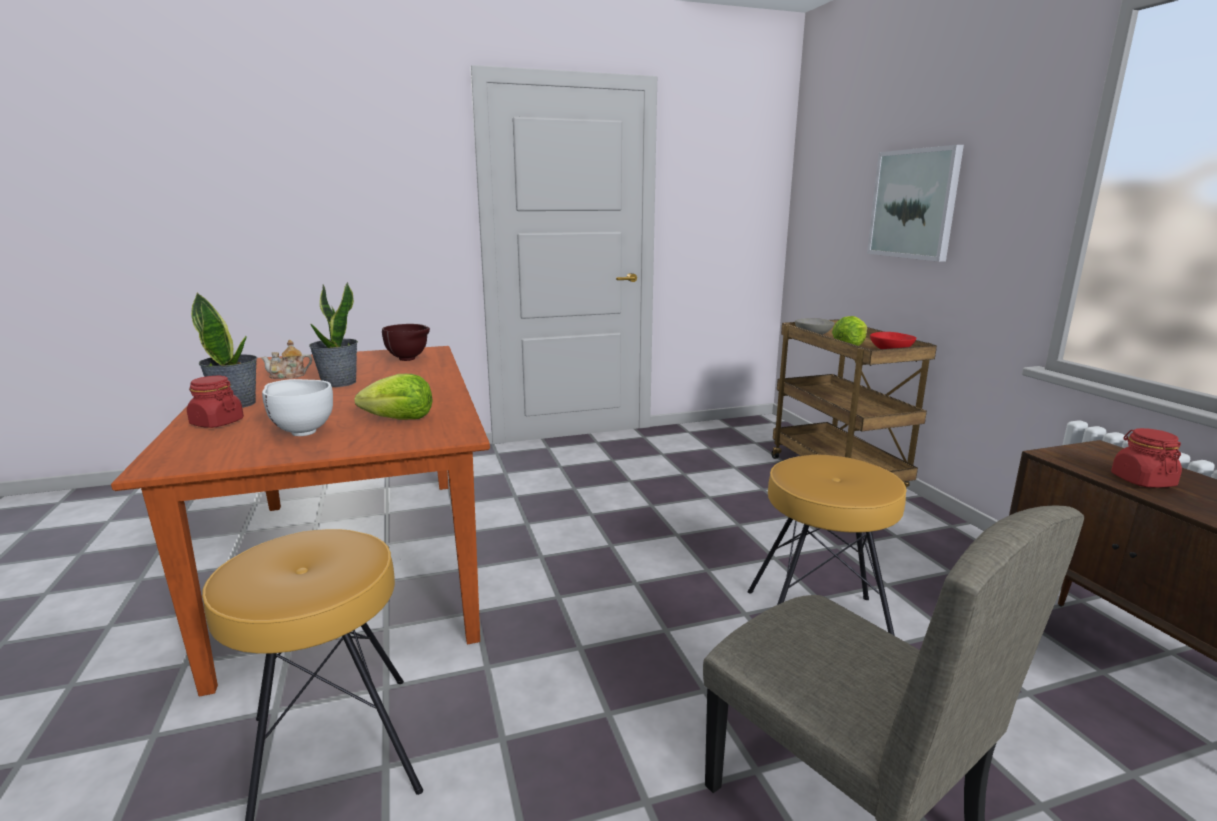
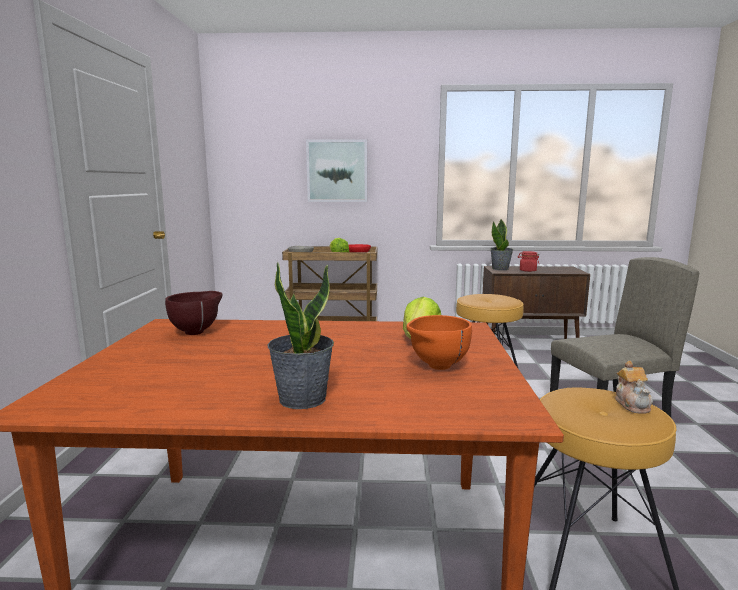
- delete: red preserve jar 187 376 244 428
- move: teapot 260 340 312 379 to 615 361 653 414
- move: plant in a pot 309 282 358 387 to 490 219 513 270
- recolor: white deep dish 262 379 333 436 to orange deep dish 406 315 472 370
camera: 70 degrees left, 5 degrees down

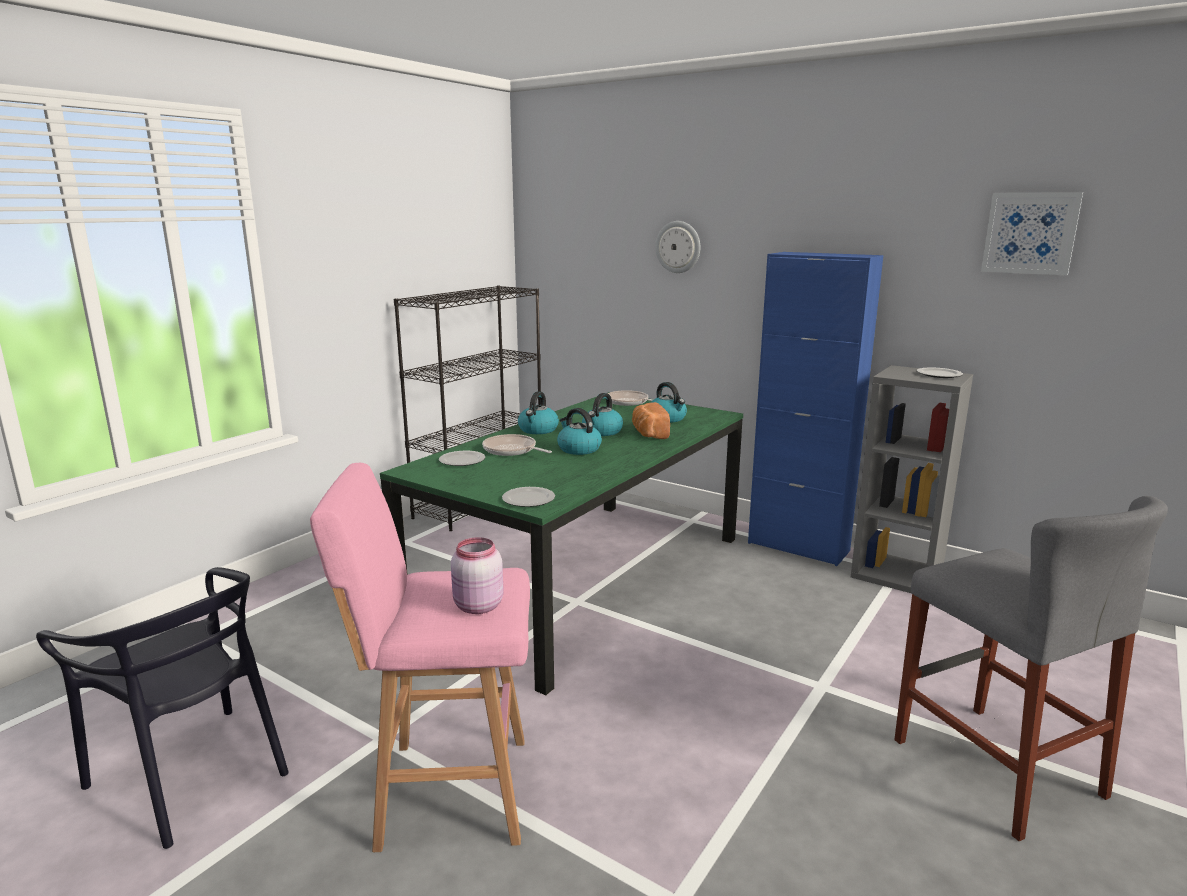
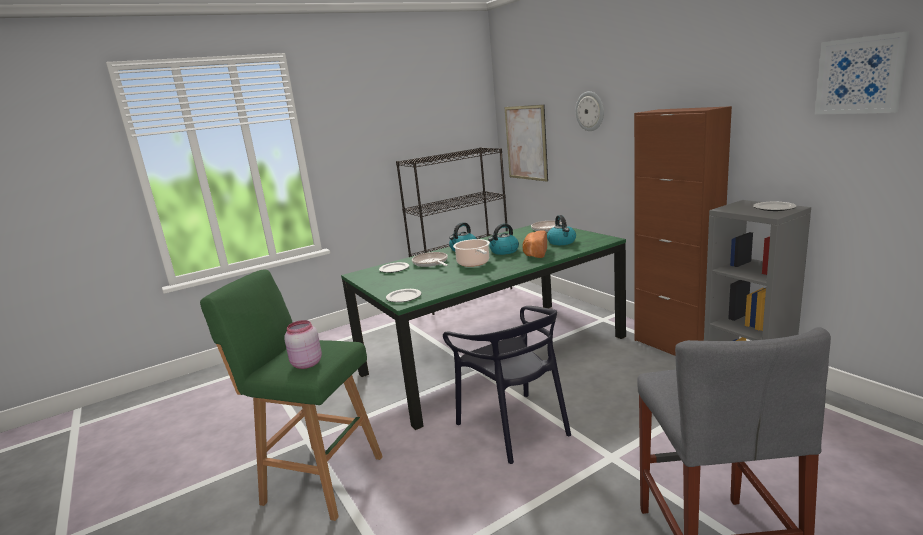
- insert: wall picture 505 105 548 182
- move: black chair 36 567 289 849 to 443 306 571 464
- replace: kettle 557 408 602 455 to stockpot 453 239 490 267
- recolor: pink sitting stool 310 463 530 852 to green sitting stool 200 270 383 521
- recolor: blue-coloured storage cabinet 748 252 884 566 to brown-coloured storage cabinet 634 106 732 356
camera: 25 degrees right, 0 degrees up

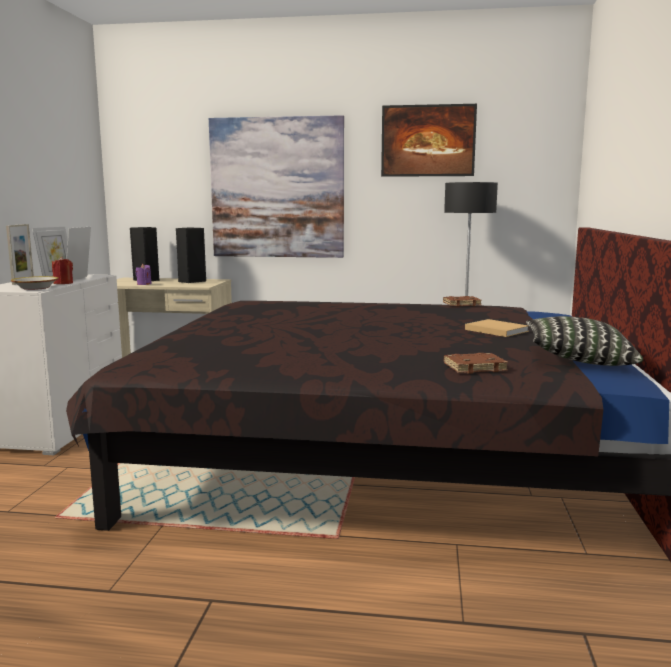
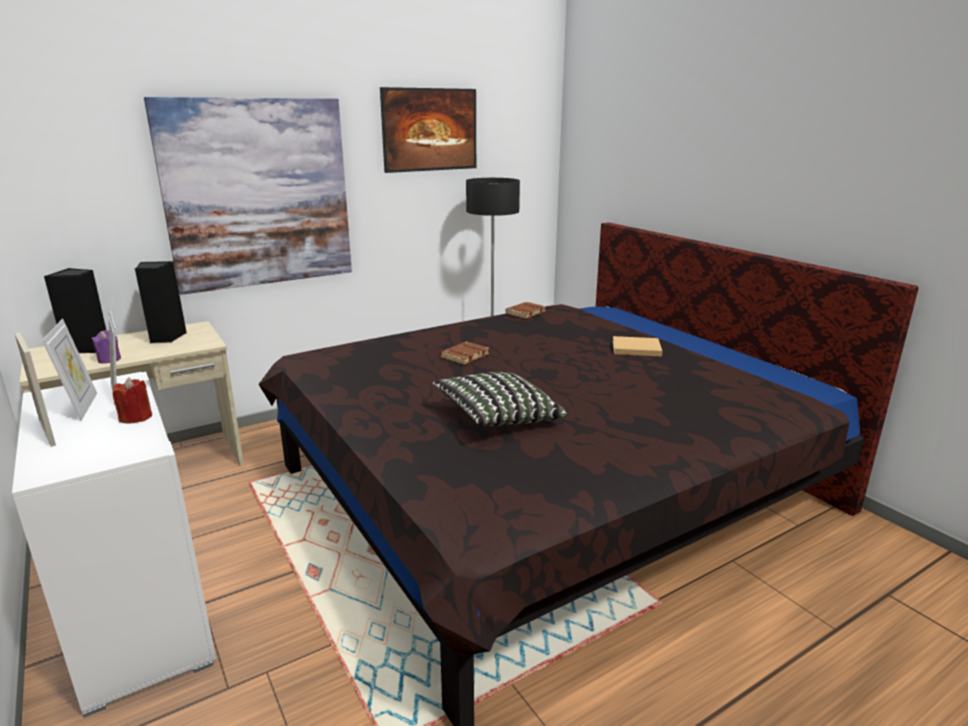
- delete: deep dish 11 276 59 290
- move: brown-coloured bound book 444 353 508 374 to 440 342 489 365
- move: pillow 526 316 643 366 to 433 372 567 426
camera: 40 degrees left, 10 degrees up

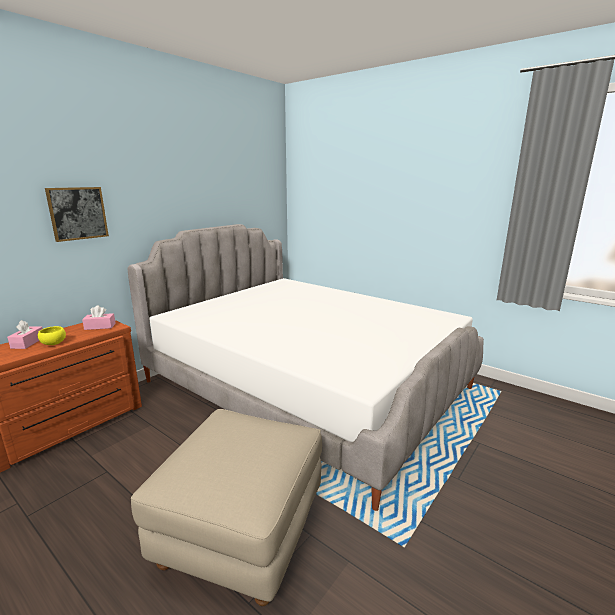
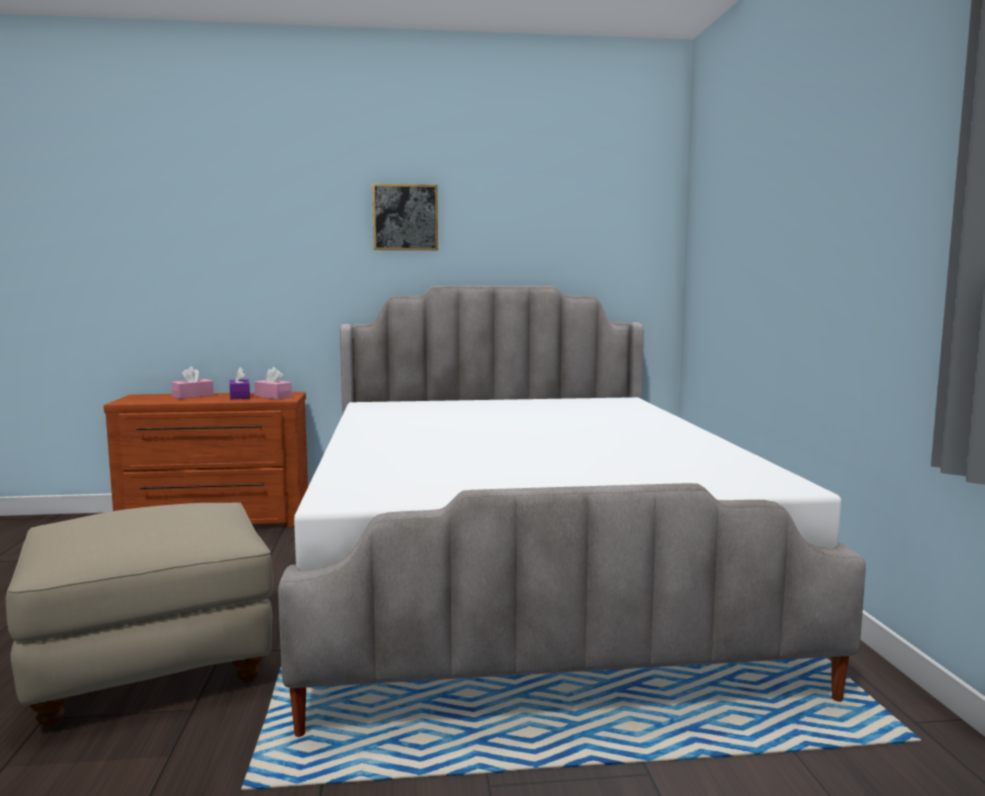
- delete: yellow-coloured deep dish 38 326 66 345
- insert: purplish tissue holder 230 367 250 399
- move: wall picture 45 187 109 242 to 372 184 438 250
camera: 45 degrees right, 10 degrees down

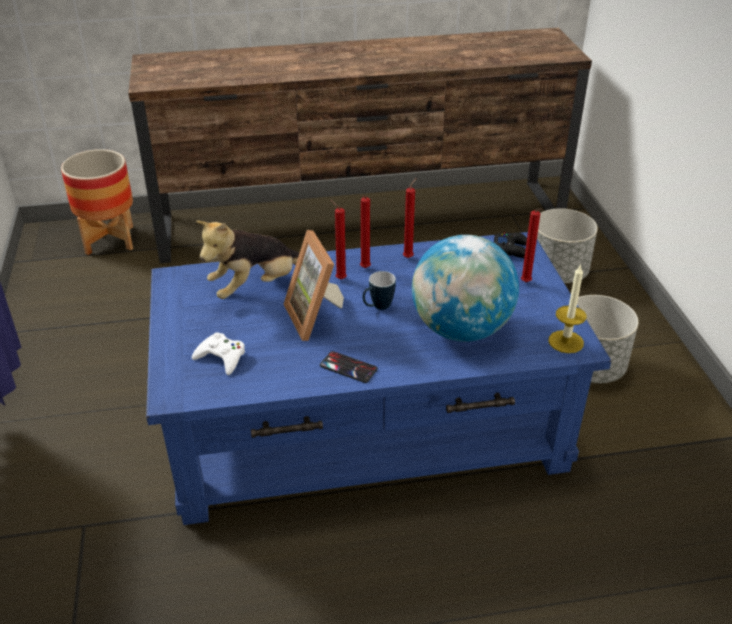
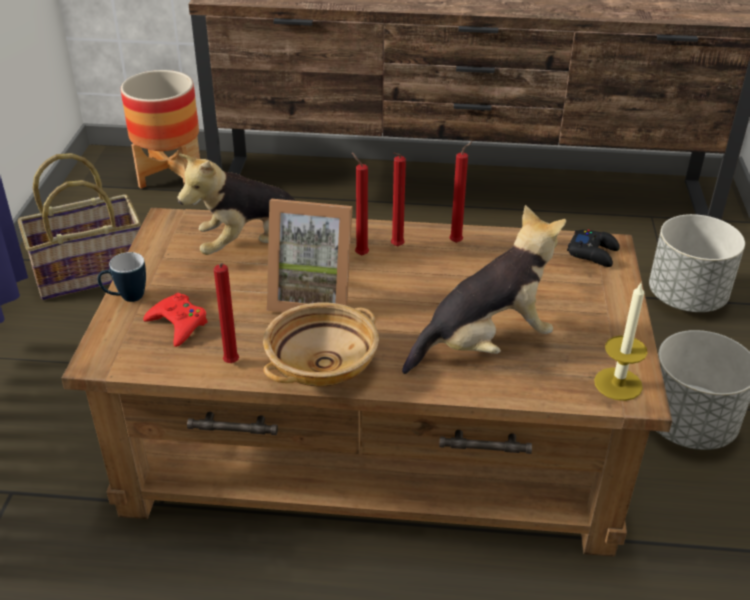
- insert: basket 18 153 141 300
- move: coffee mug 362 271 396 310 to 98 252 146 302
- move: red wax candle 521 209 543 282 to 214 263 239 363
- replace: telephone 320 351 378 383 to beige-coloured deep dish 263 302 379 386
- replace: globe 412 235 519 342 to cuddly toy 402 205 566 374
- recolor: blue-coloured low table 146 232 611 525 to brown-coloured low table 61 208 672 557
- recolor: white game controller 192 332 245 375 to red game controller 143 293 208 347
- rotate: photo frame 284 230 344 341 = 267 199 353 312 75 degrees counterclockwise
camera: 15 degrees right, 0 degrees up

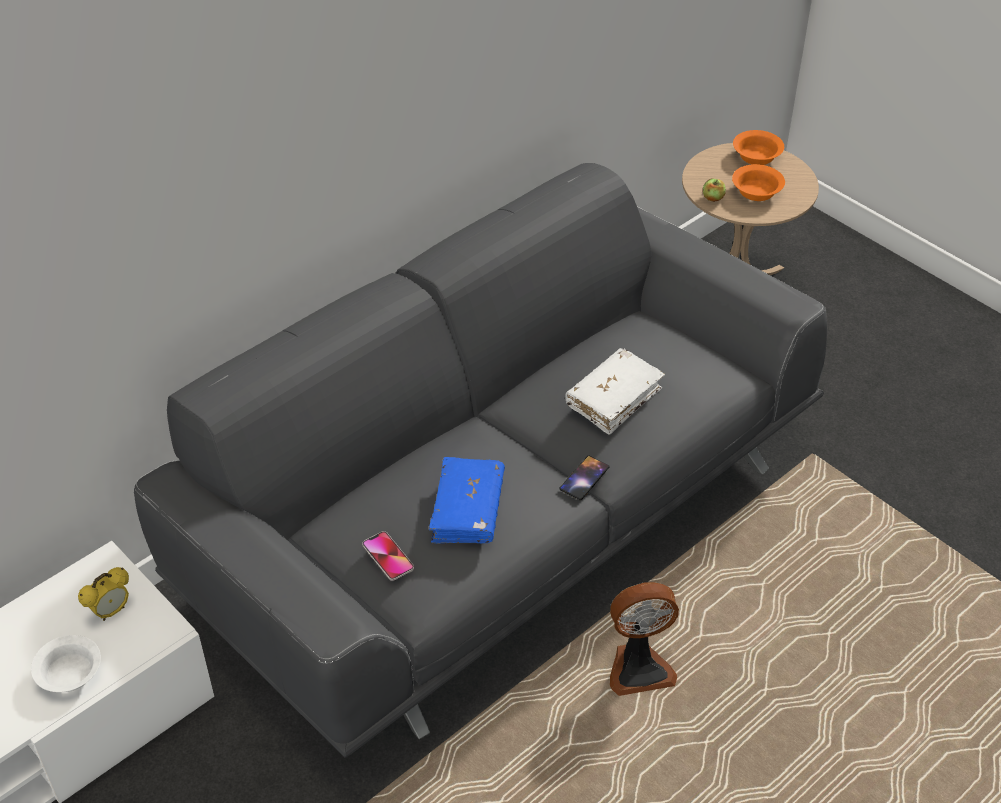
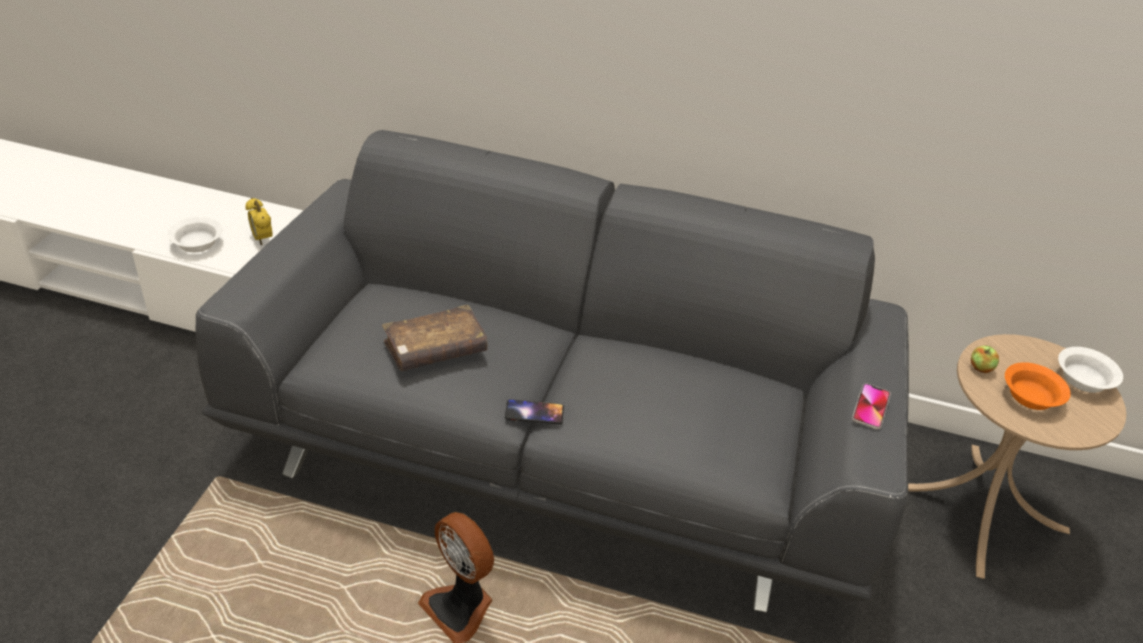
- delete: white bound book 565 348 665 435
- move: telephone 362 531 414 581 to 852 383 891 430
- recolor: blue-coloured bound book 429 457 505 544 to brown-coloured bound book 382 305 488 371
- recolor: orange deep dish 733 130 784 165 to white deep dish 1058 347 1123 393
- rotate: bedside clock 78 567 129 621 = 245 198 273 245 45 degrees clockwise
camera: 55 degrees right, 5 degrees down

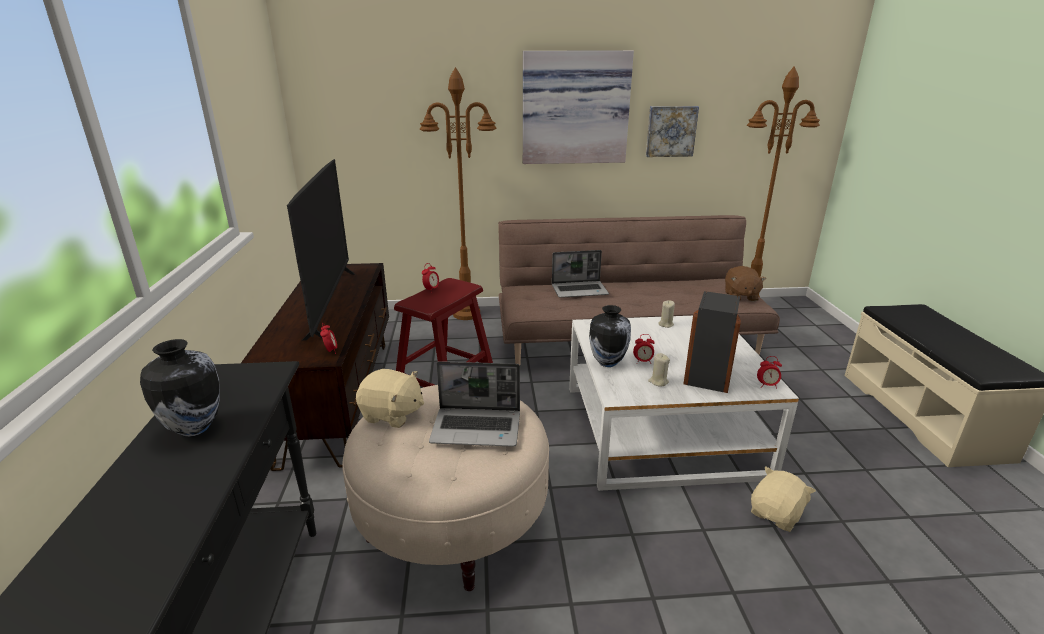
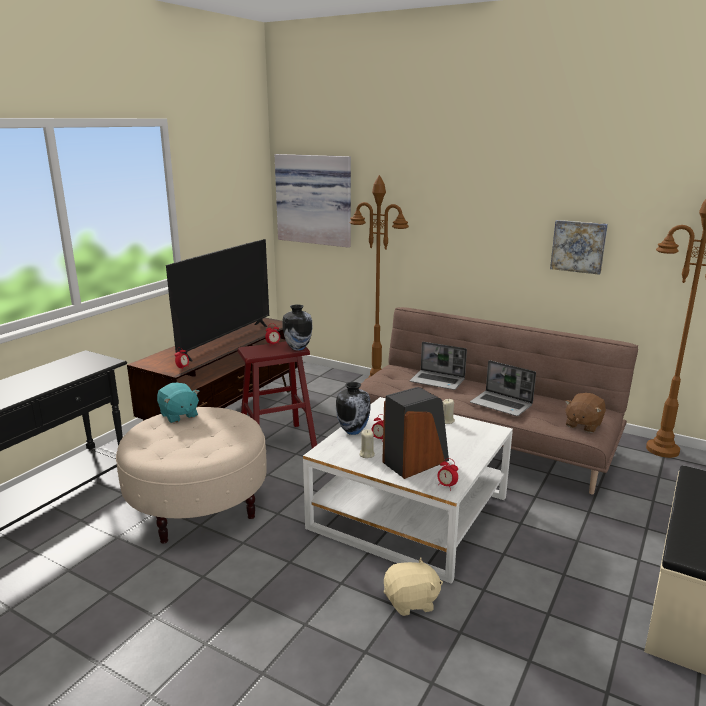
- move: flower vase 140 339 220 437 to 282 304 313 351
- move: laptop 429 361 520 447 to 470 360 536 416
- move: wall picture 523 51 634 164 to 275 154 351 248
- recolor: beige-coloured cuddly toy 356 369 424 428 to turquoise-coloured cuddly toy 157 383 199 423
camera: 35 degrees right, 5 degrees down

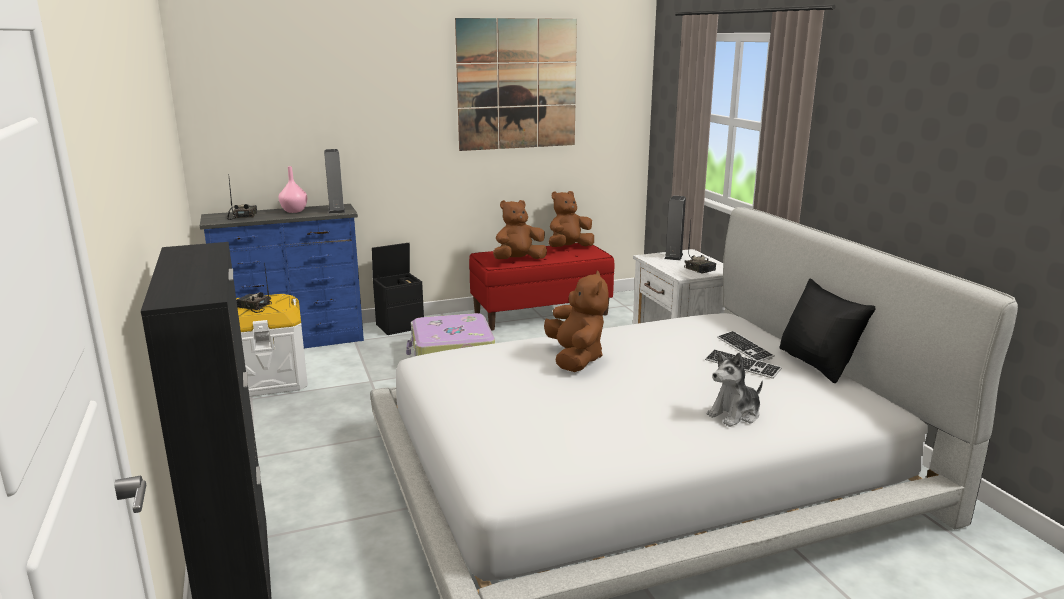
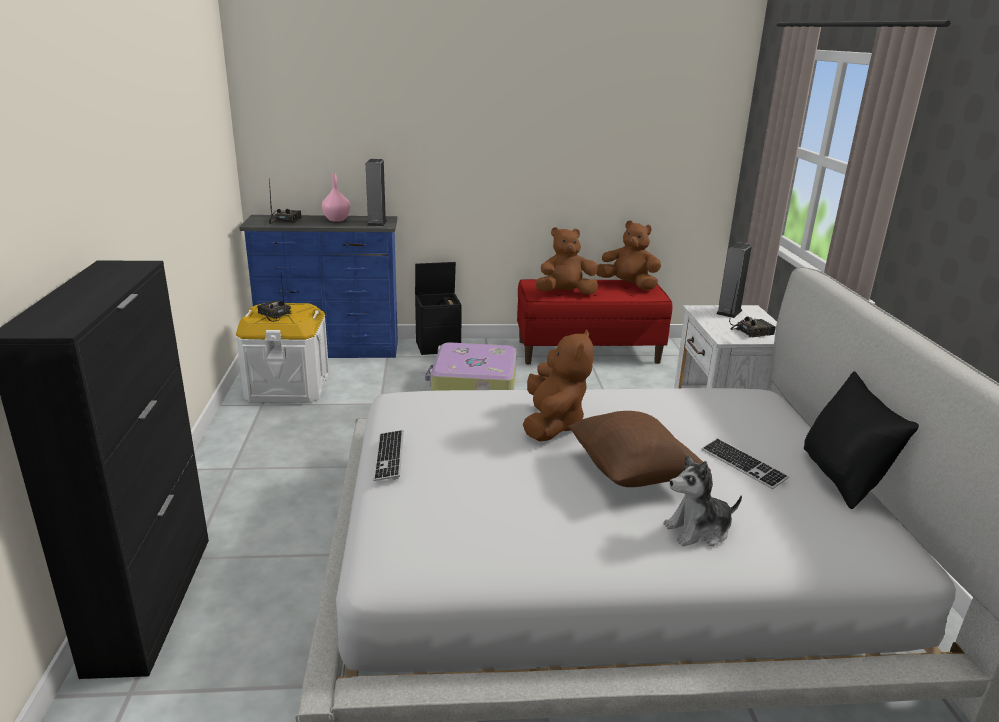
- delete: wall picture 455 18 577 151
- insert: brown-coloured pillow 568 411 711 487
- move: computer keyboard 717 331 775 361 to 373 430 404 481
- rotate: brown-coloured cuddly toy 549 191 594 247 = 596 221 661 290 45 degrees clockwise
- rotate: radio 684 222 716 274 = 729 281 776 337 90 degrees counterclockwise
camera: 15 degrees right, 5 degrees up

